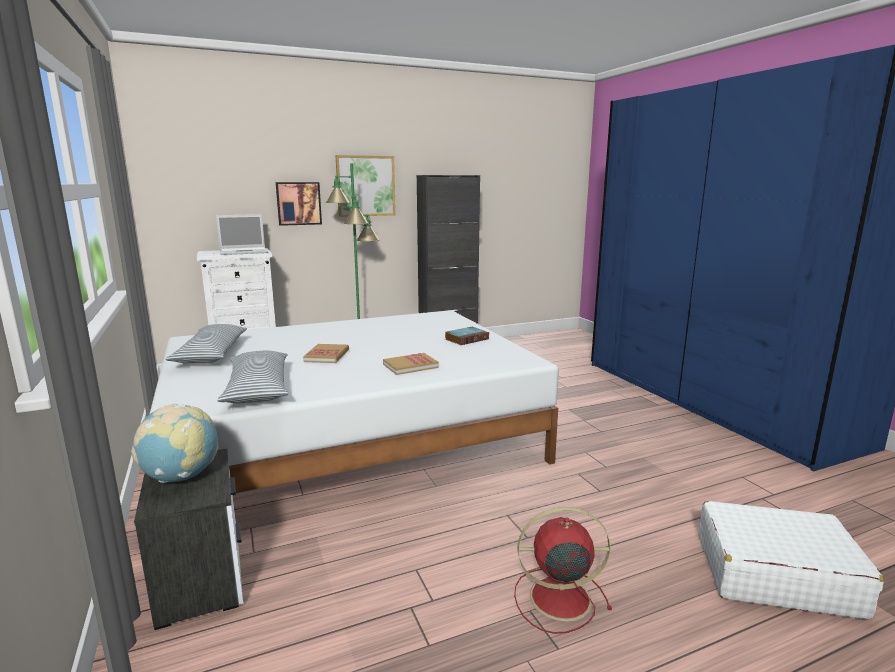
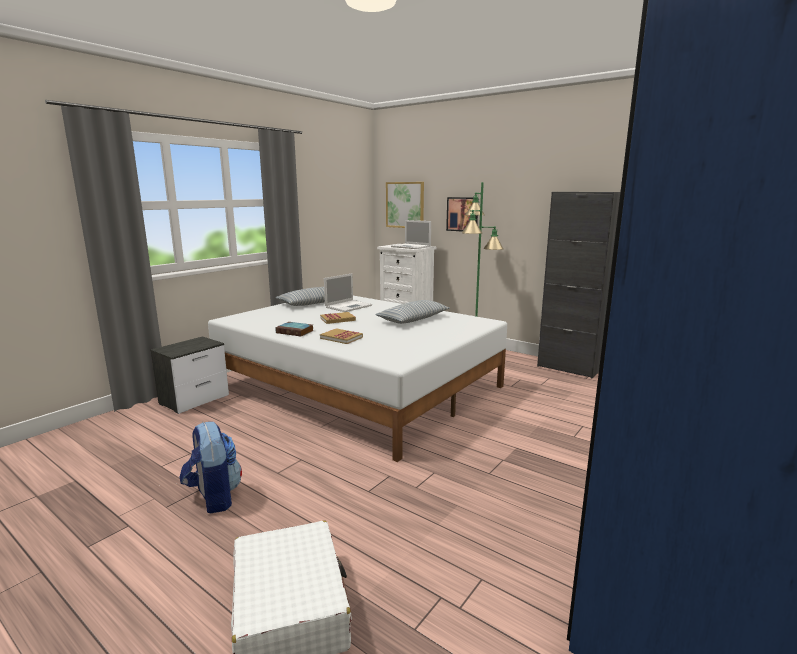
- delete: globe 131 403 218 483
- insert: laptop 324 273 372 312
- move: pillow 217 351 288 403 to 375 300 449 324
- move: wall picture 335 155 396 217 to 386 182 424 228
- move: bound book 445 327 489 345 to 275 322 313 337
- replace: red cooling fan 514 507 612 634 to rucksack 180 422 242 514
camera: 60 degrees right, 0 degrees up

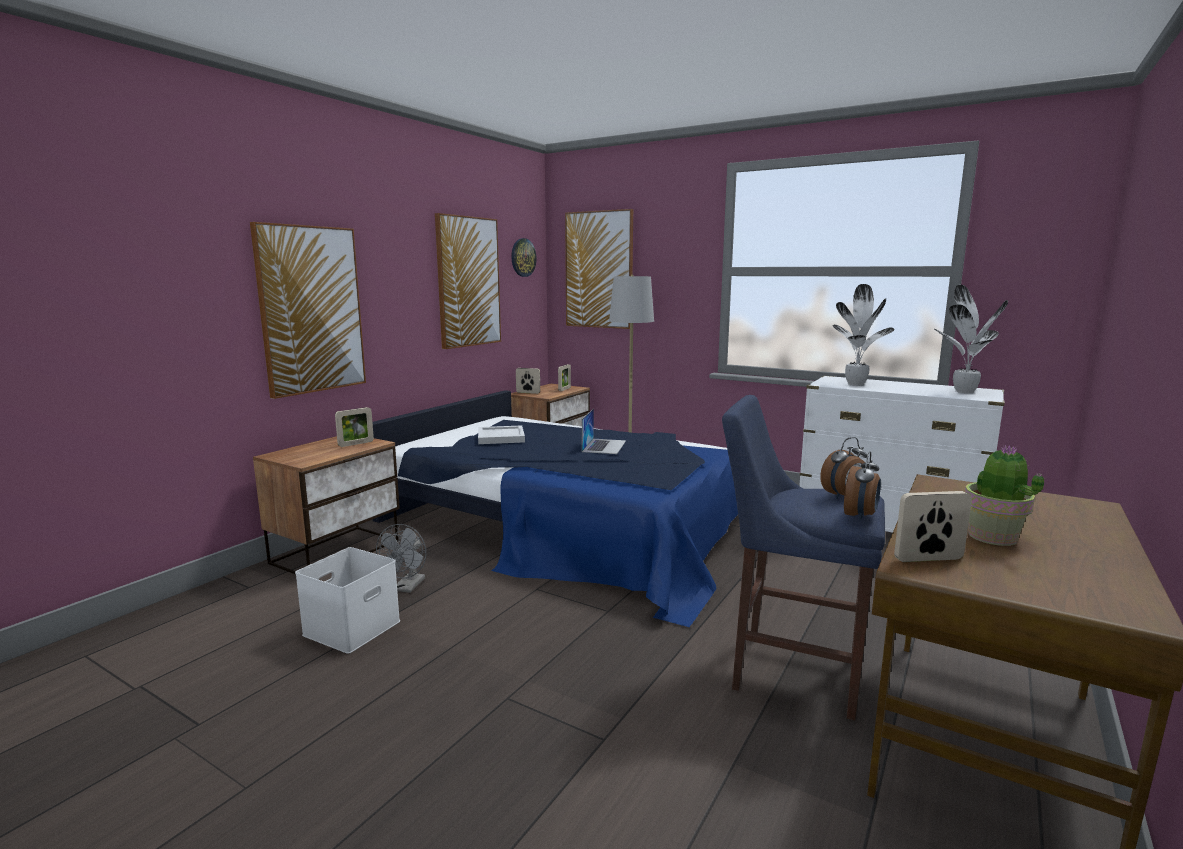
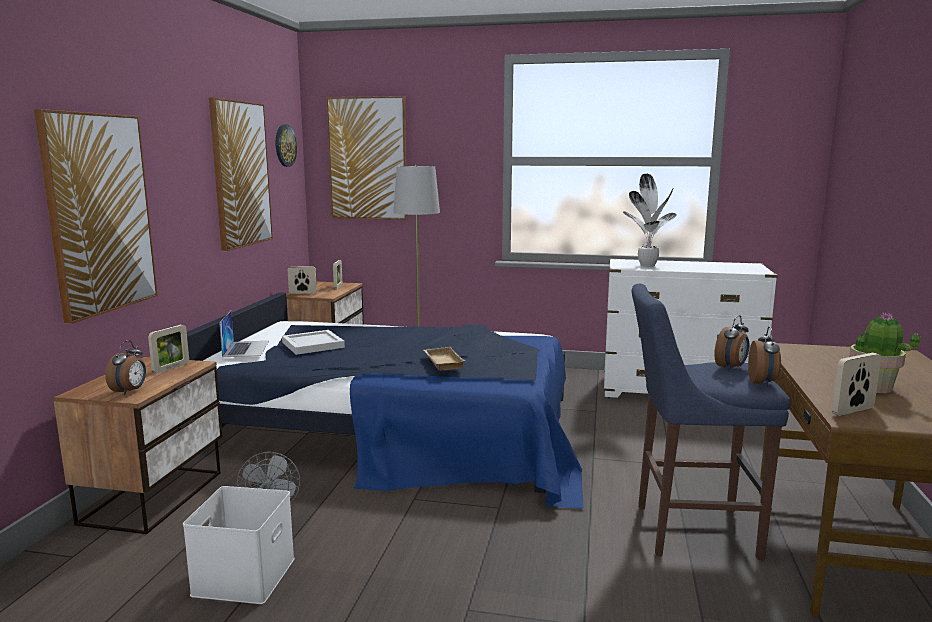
- delete: plant in a pot 934 285 1008 393
- insert: bedside clock 105 340 146 395
- insert: beige-coloured carrying tray 424 347 466 370
- move: laptop 582 408 626 454 to 219 311 269 357
camera: 20 degrees left, 0 degrees up

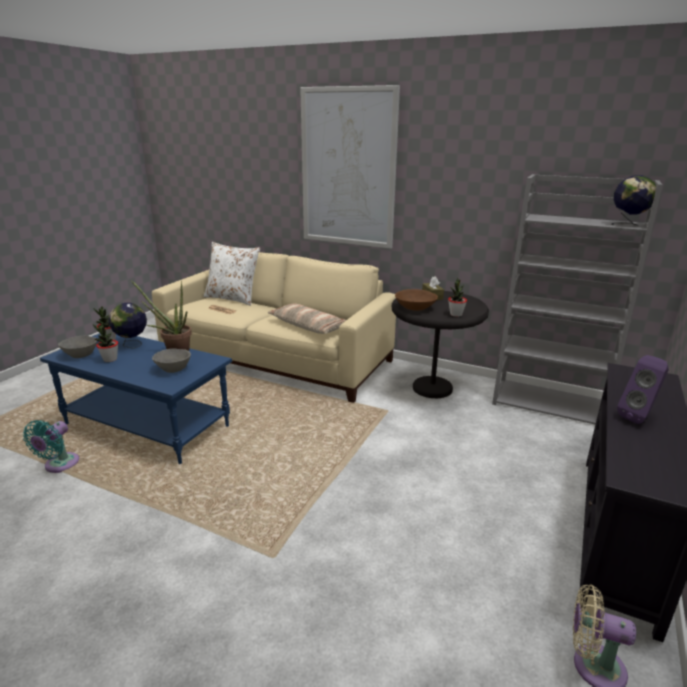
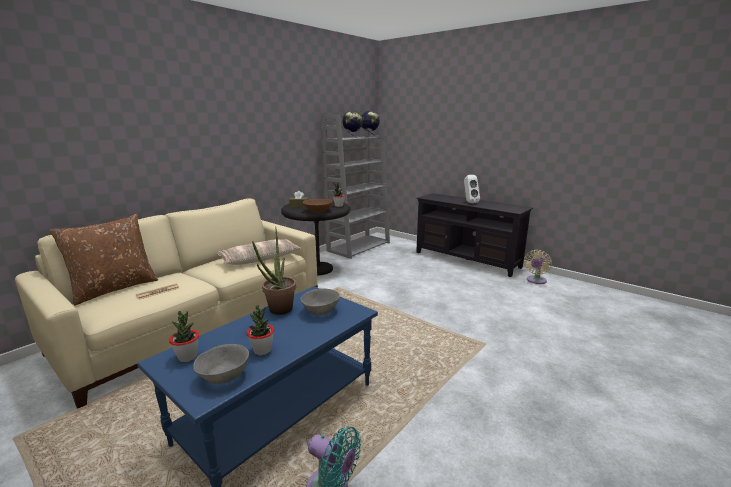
- delete: wall picture 300 85 400 249
- move: globe 109 303 147 349 to 342 111 363 138
- recolor: white pillow 203 242 260 306 to brown-coloured pillow 49 214 158 306
- recolor: purplish loudspeaker 617 355 669 424 to white loudspeaker 464 175 480 203
camera: 75 degrees left, 5 degrees down

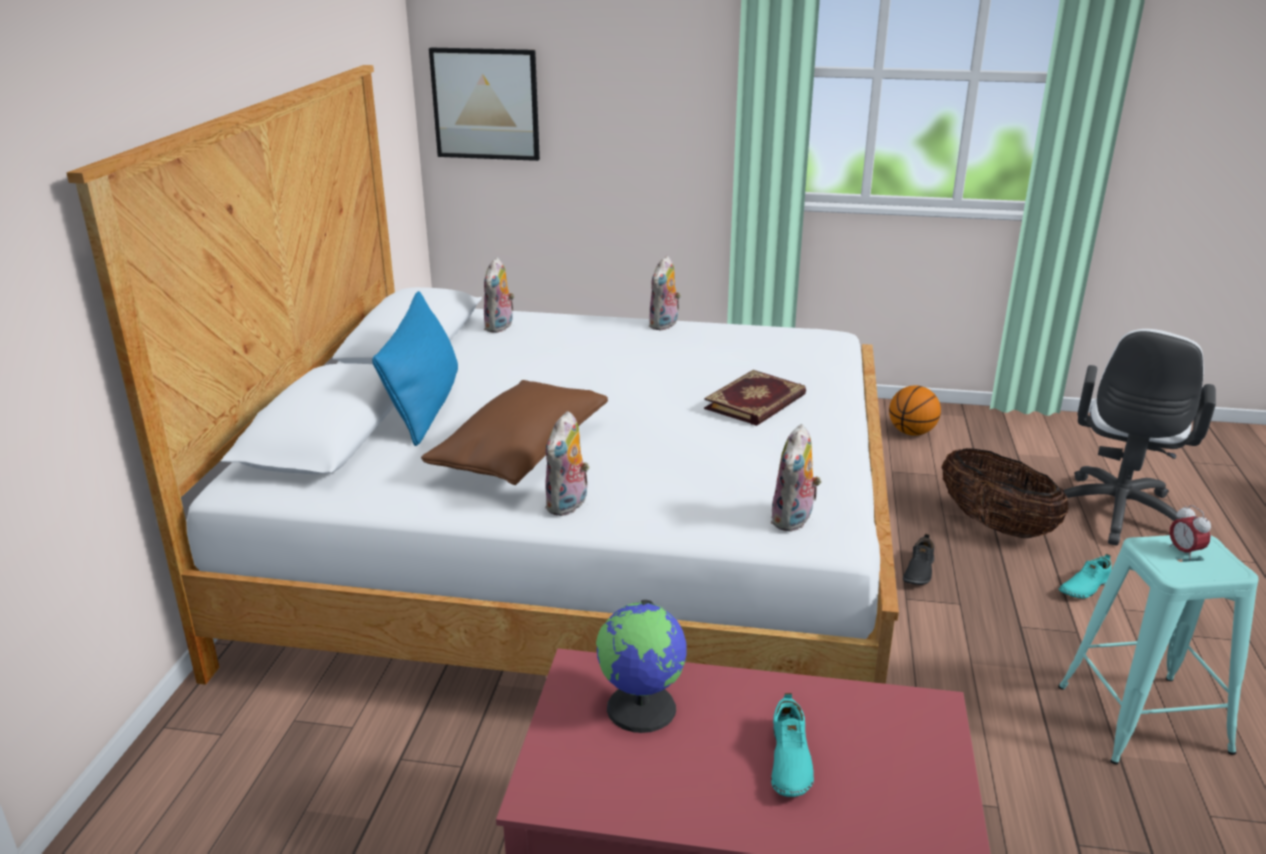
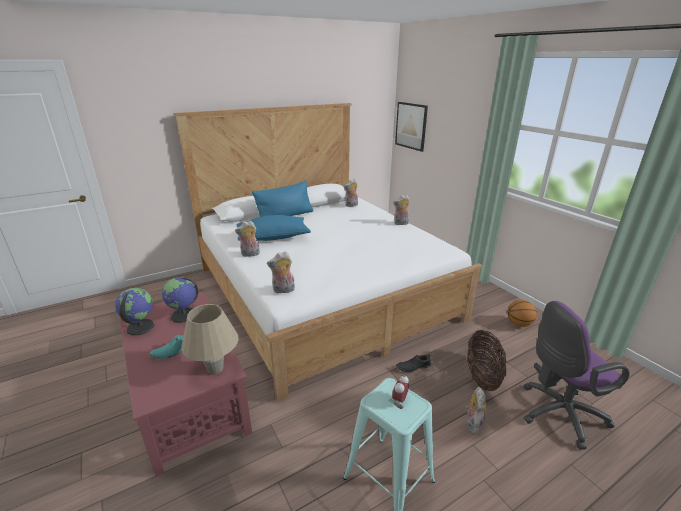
- delete: bound book 704 370 806 426
- insert: globe 115 288 155 335
- insert: beige-coloured lamp for a table 181 304 239 374
- replace: turquoise-coloured shoe 1058 554 1112 598 to cuddly toy 465 387 487 434
- recolor: brown-coloured pillow 421 380 608 485 to blue-coloured pillow 236 215 311 241
- recolor: white desk chair 1064 329 1216 546 to purplish desk chair 523 301 630 450
camera: 50 degrees right, 0 degrees up

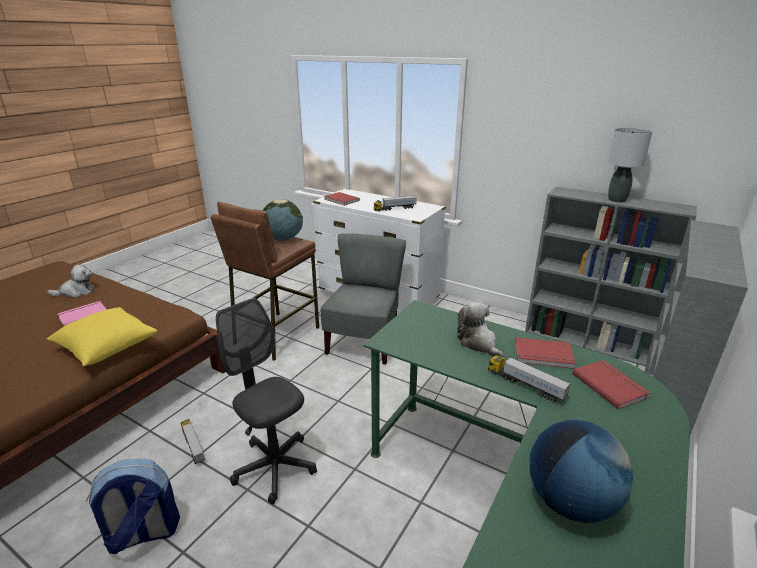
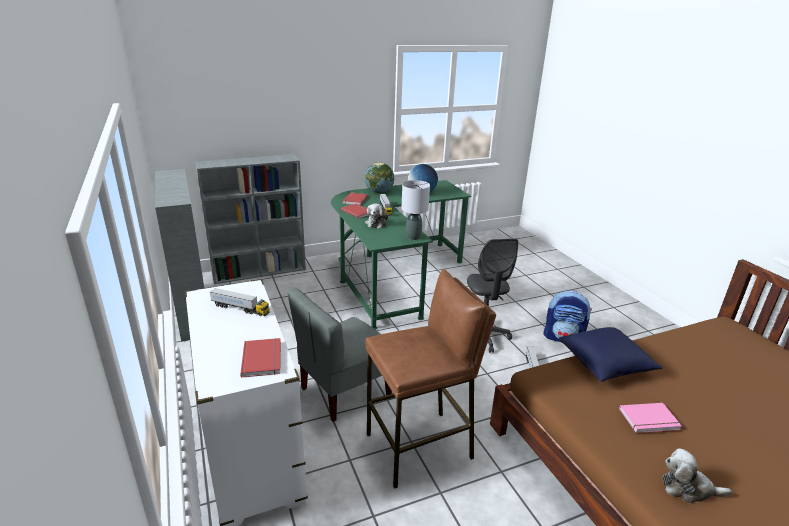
- move: globe 263 199 303 241 to 364 162 394 193
- move: greyish lamp for a table 608 128 652 203 to 401 180 430 240
- recolor: yellow-coloured pillow 47 307 158 367 to blue-coloured pillow 559 327 662 382
camera: 145 degrees left, 0 degrees up

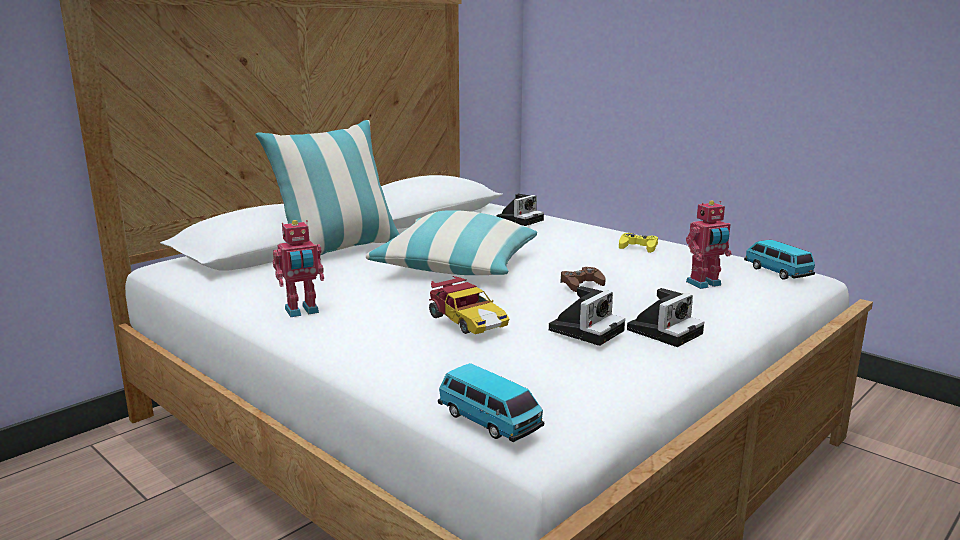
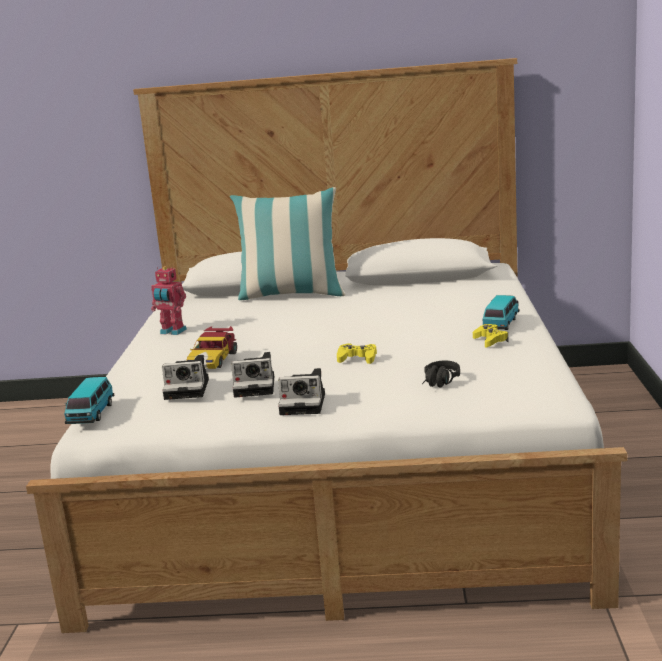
- delete: pillow 366 210 537 275
- move: photo camera 496 194 544 226 to 162 355 209 400
- move: miniature car 744 240 815 280 to 483 295 519 330
- replace: toy robot 686 200 732 289 to black headset 422 360 460 387
- recolor: brown-coloured game controller 561 267 606 292 to yellow-coloured game controller 337 344 377 364
camera: 50 degrees right, 0 degrees up

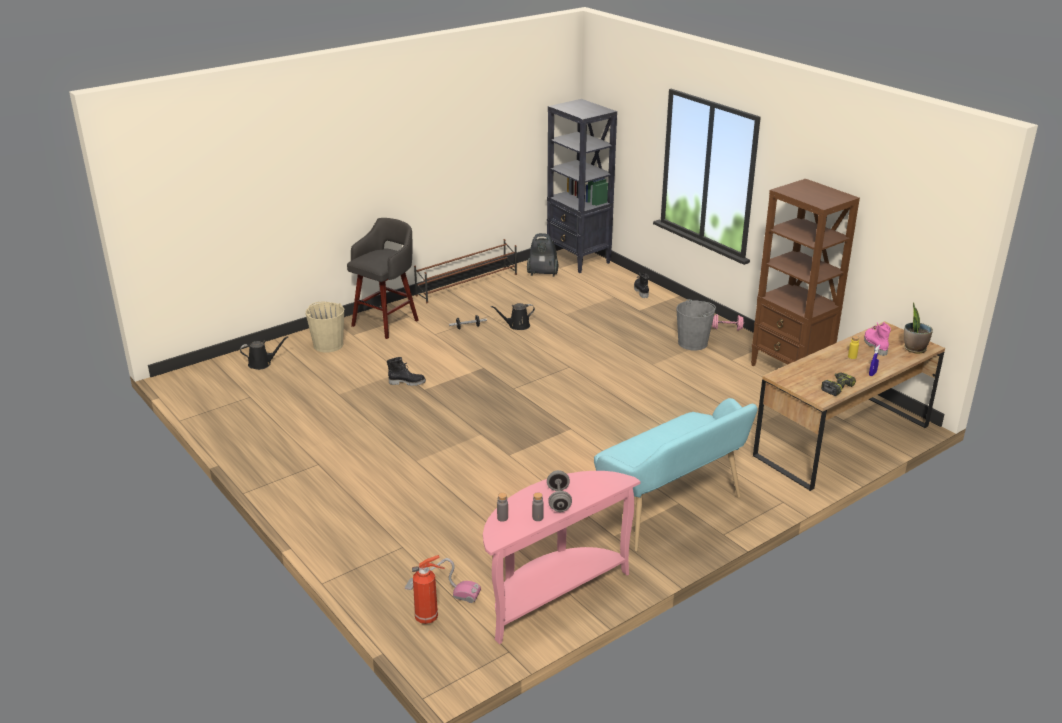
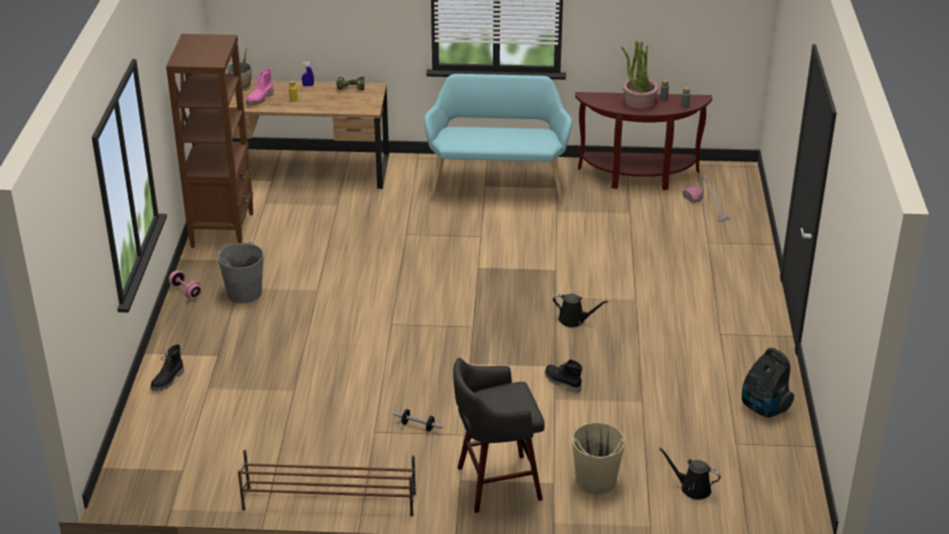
- delete: fire extinguisher 412 555 445 624
- delete: black bookcase 547 99 617 273
- move: black sprinkling can 491 303 535 330 to 553 294 608 328
- move: vacuum cleaner 527 233 558 277 to 742 348 794 418
- replace: greyish free weight 547 470 572 512 to plant in a pot 621 41 659 109
- recolor: pink narrow table 483 471 641 644 to brown-coloured narrow table 575 92 712 190
camera: 140 degrees left, 5 degrees up

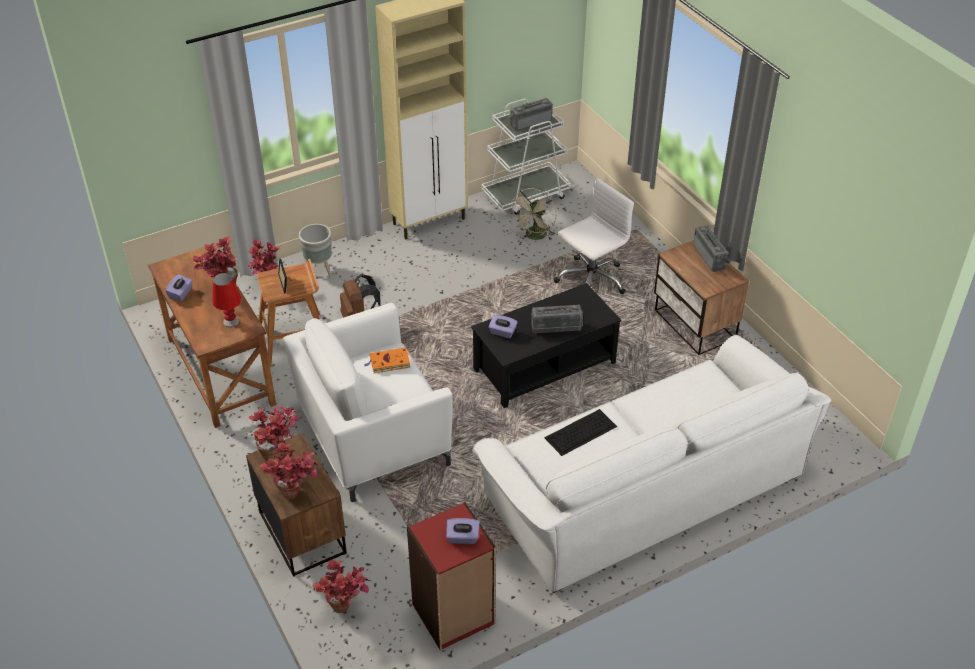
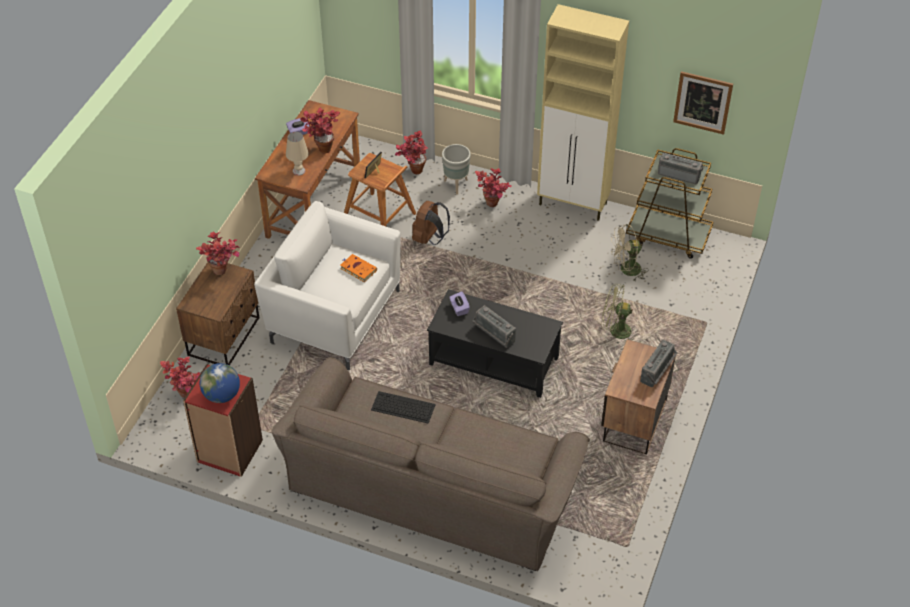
- insert: wall picture 673 71 733 135
- move: plant in a pot 259 443 318 499 to 475 168 512 207
- replace: purplish tissue holder 446 518 479 544 to globe 200 363 240 403
- replace: white desk chair 554 178 634 294 to green cooling fan 601 284 633 344
- recolor: red lamp for a table 212 273 241 327 to beige-coloured lamp for a table 286 132 309 175
- recolor: white couch 472 335 831 593 to brown-coloured couch 271 357 590 571
- recolor: white trolley 481 99 571 215 to brown-coloured trolley 626 148 713 259
camera: 50 degrees right, 5 degrees up

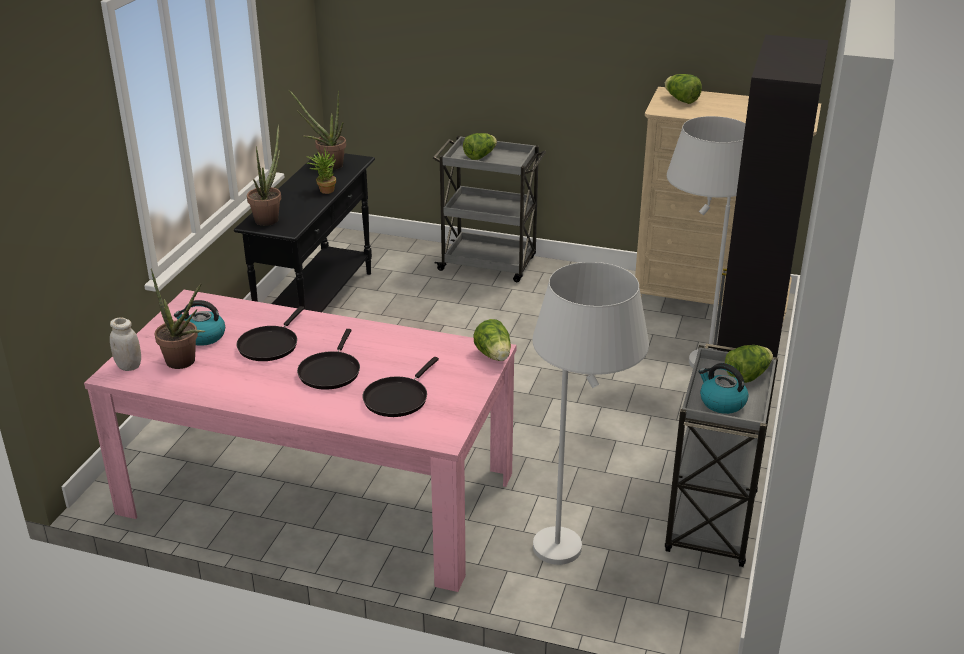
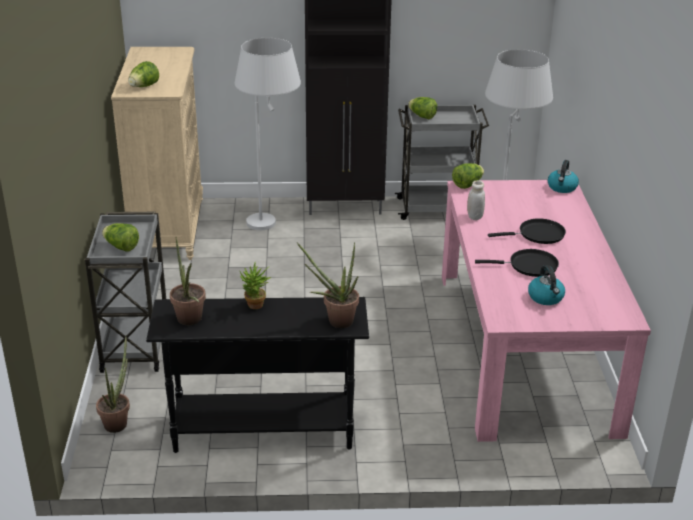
- delete: black skillet 363 357 439 417
- move: white preserve jar 110 317 141 371 to 467 180 485 220
- move: plant in a pot 151 268 206 369 to 96 336 130 433
- move: kettle 698 363 748 414 to 548 160 579 193
camera: 110 degrees left, 0 degrees up

